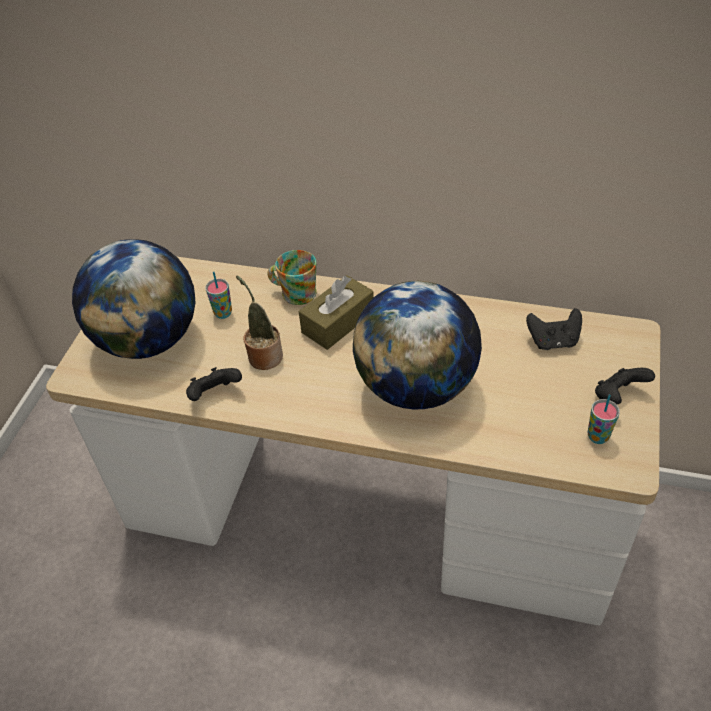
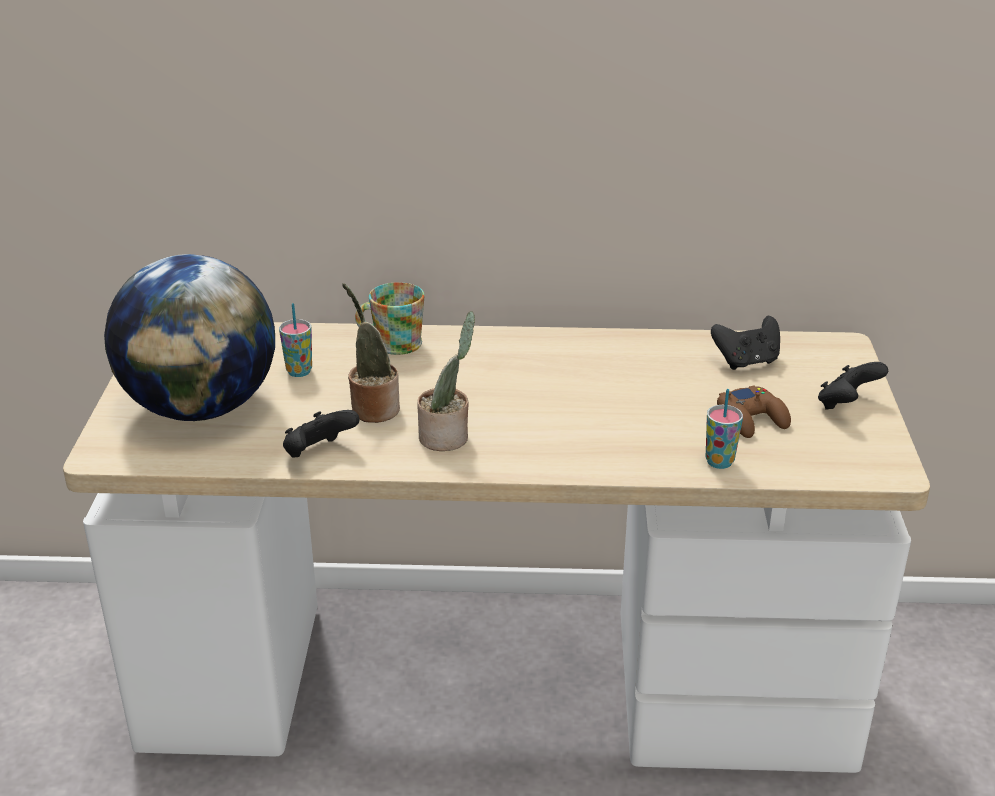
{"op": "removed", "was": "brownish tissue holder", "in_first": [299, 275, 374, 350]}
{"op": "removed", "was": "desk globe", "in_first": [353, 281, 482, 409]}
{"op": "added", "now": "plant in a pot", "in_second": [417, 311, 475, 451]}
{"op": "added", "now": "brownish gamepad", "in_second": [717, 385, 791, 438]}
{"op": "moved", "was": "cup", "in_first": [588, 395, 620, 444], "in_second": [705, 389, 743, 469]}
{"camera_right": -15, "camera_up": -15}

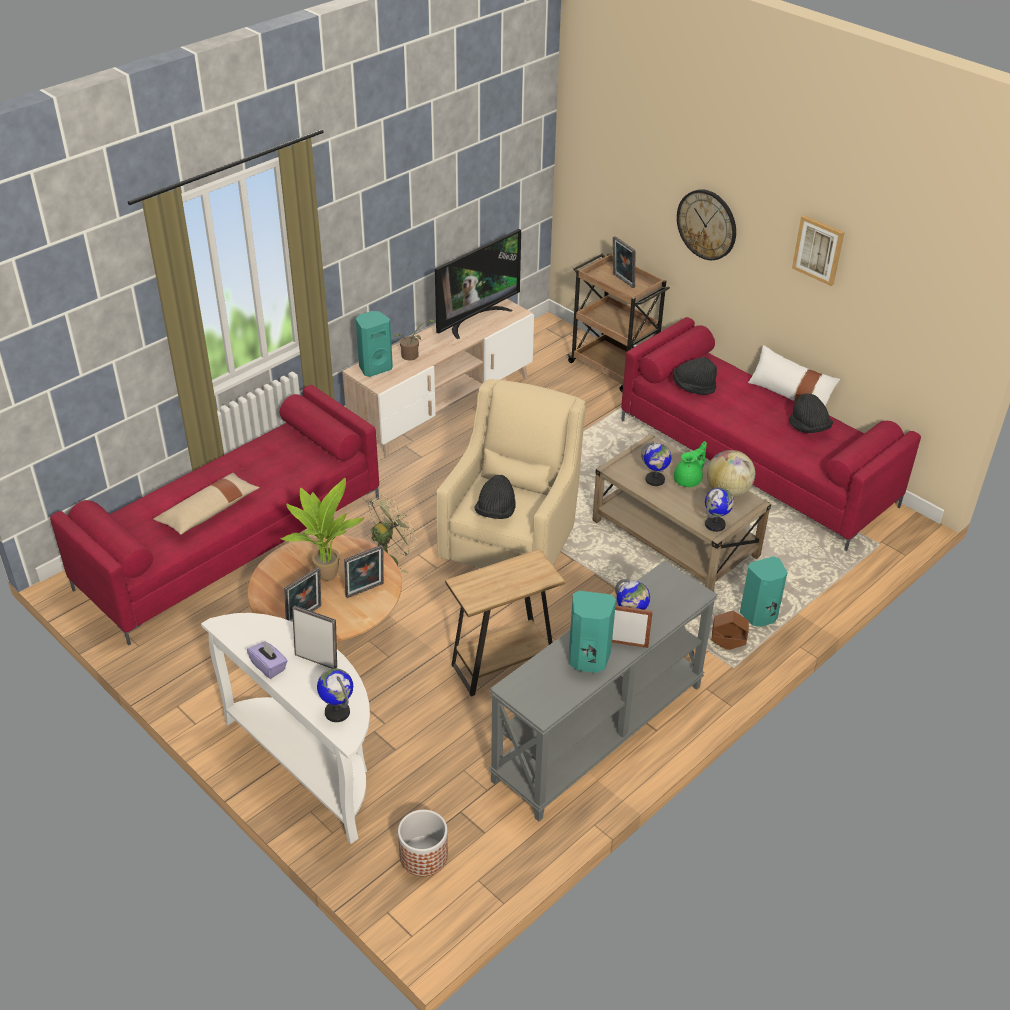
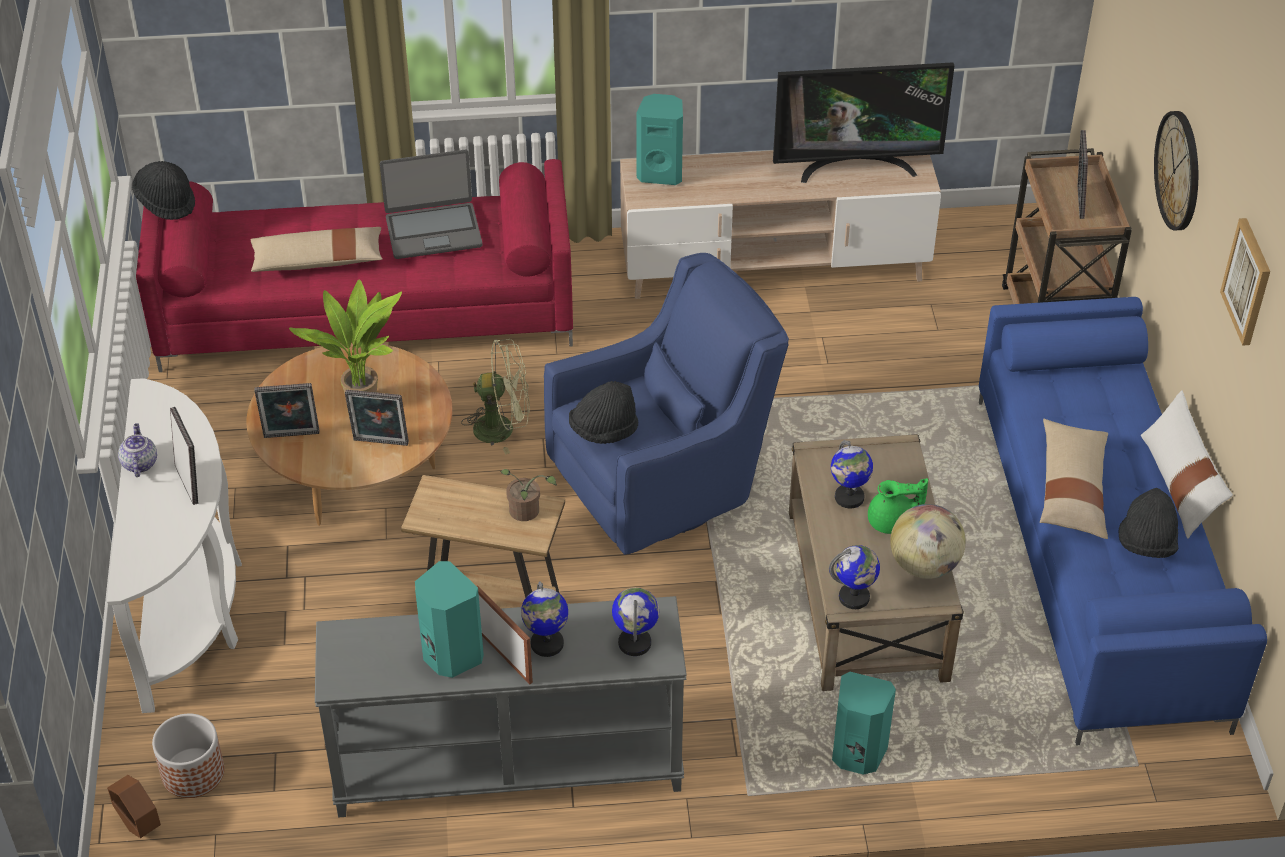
{"op": "added", "now": "laptop", "in_second": [380, 150, 482, 259]}
{"op": "added", "now": "beige-coloured throw pillow", "in_second": [1040, 419, 1108, 539]}
{"op": "moved", "was": "desk globe", "in_first": [317, 668, 353, 722], "in_second": [612, 587, 659, 656]}
{"op": "moved", "was": "plant in a pot", "in_first": [394, 319, 436, 360], "in_second": [500, 469, 557, 521]}
{"op": "moved", "was": "blackish clothing hat", "in_first": [673, 357, 717, 395], "in_second": [132, 161, 195, 220]}
{"op": "moved", "was": "brownish plant pot", "in_first": [712, 611, 749, 650], "in_second": [107, 775, 161, 838]}
{"op": "replaced", "was": "purple-coloured tissue holder", "now": "teapot", "in_first": [247, 641, 288, 679], "in_second": [118, 423, 157, 477]}
{"op": "recoloured", "was": "beige-coloured lounge chair", "now": "bluish lounge chair", "in_first": [436, 379, 586, 568], "in_second": [544, 253, 789, 555]}
{"op": "recoloured", "was": "red-coloured couch", "now": "bluish couch", "in_first": [621, 317, 921, 551], "in_second": [979, 297, 1267, 745]}
{"camera_right": 40, "camera_up": 5}

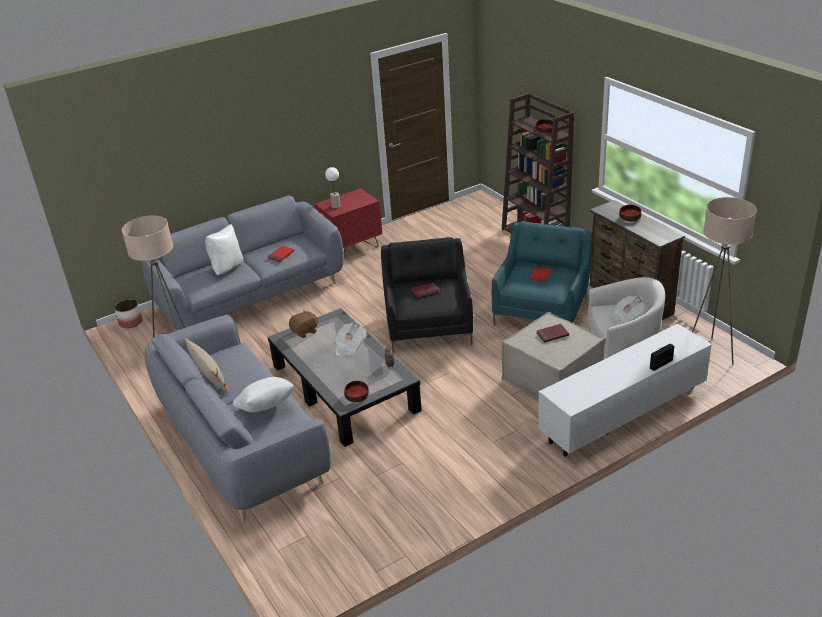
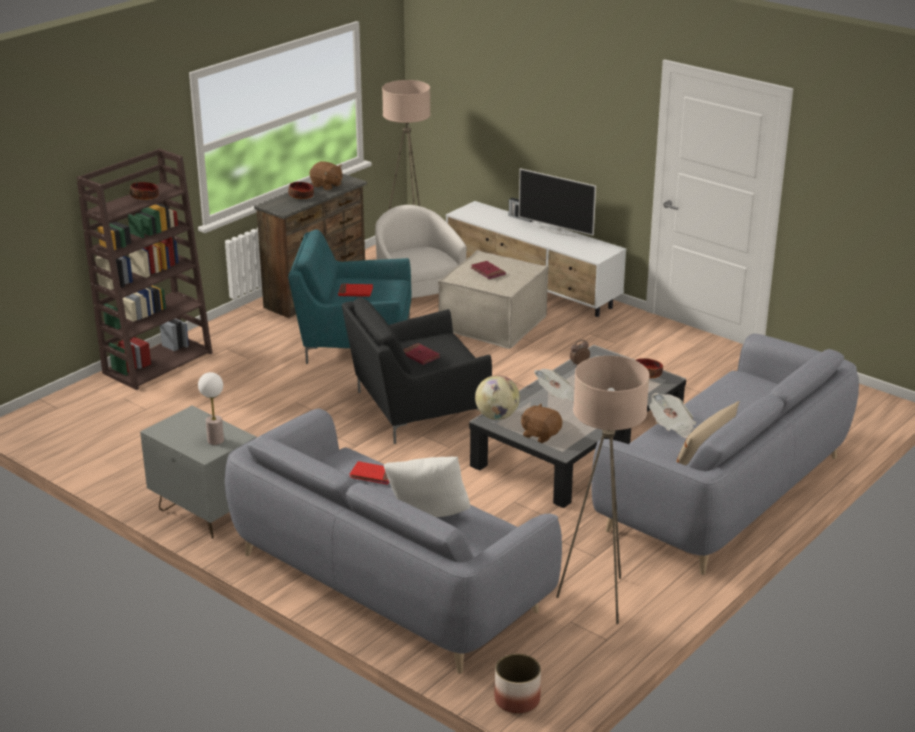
{"op": "removed", "was": "whitish throw pillow", "in_first": [233, 377, 294, 412]}
{"op": "added", "now": "brownish plush toy", "in_second": [310, 161, 343, 190]}
{"op": "added", "now": "desk globe", "in_second": [475, 375, 520, 420]}
{"op": "added", "now": "TV set", "in_second": [519, 168, 596, 237]}
{"op": "moved", "was": "printed paper", "in_first": [609, 296, 645, 324], "in_second": [649, 393, 696, 438]}
{"op": "recoloured", "was": "red-coloured bedside table", "now": "grey bedside table", "in_first": [315, 188, 382, 253], "in_second": [140, 406, 257, 539]}
{"camera_right": -110, "camera_up": -5}

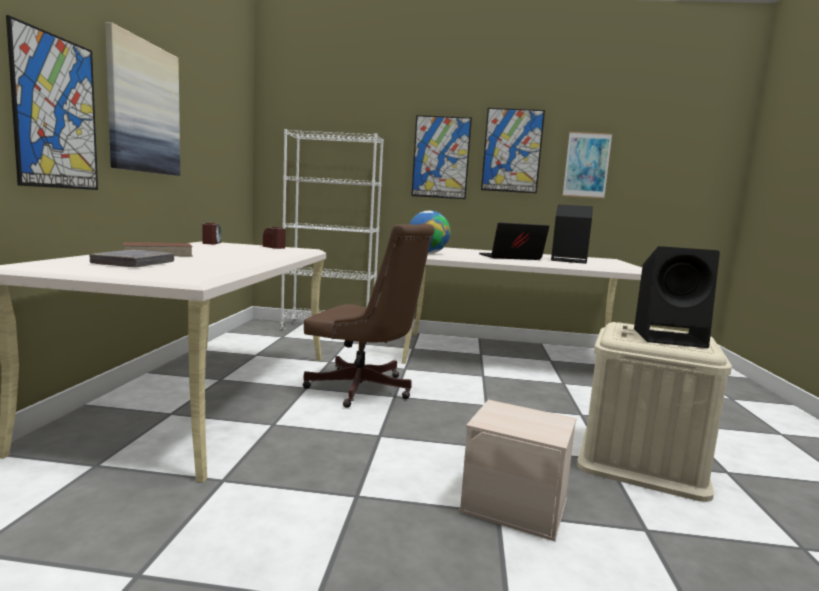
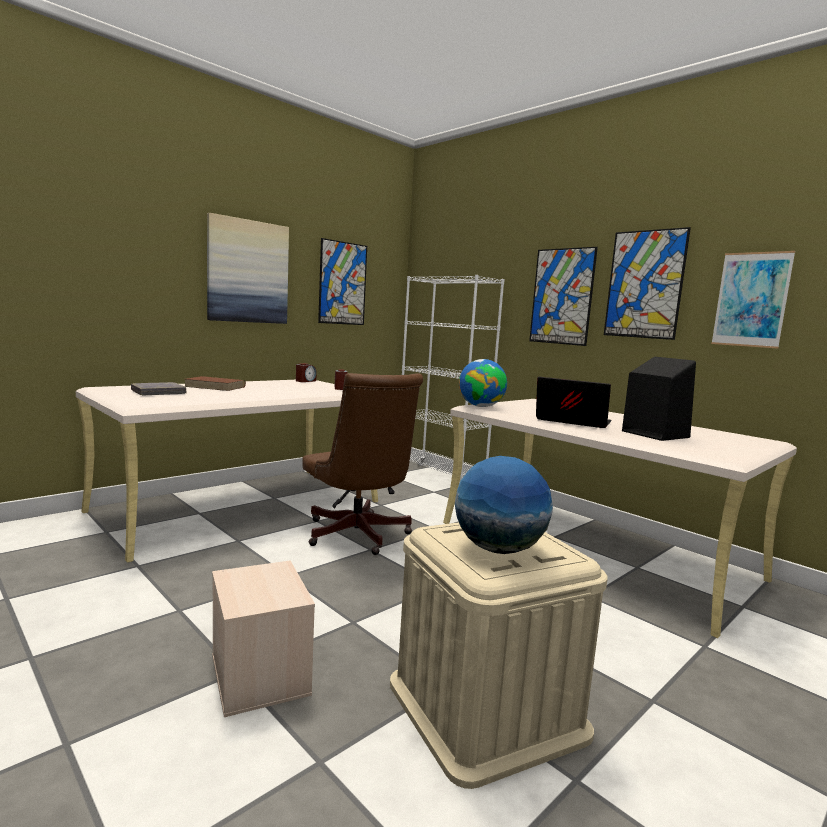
{"op": "moved", "was": "wall picture", "in_first": [6, 15, 98, 190], "in_second": [318, 238, 367, 325]}
{"op": "replaced", "was": "blackish speaker", "now": "desk globe", "in_first": [634, 246, 720, 348], "in_second": [455, 456, 553, 554]}
{"camera_right": 40, "camera_up": 0}

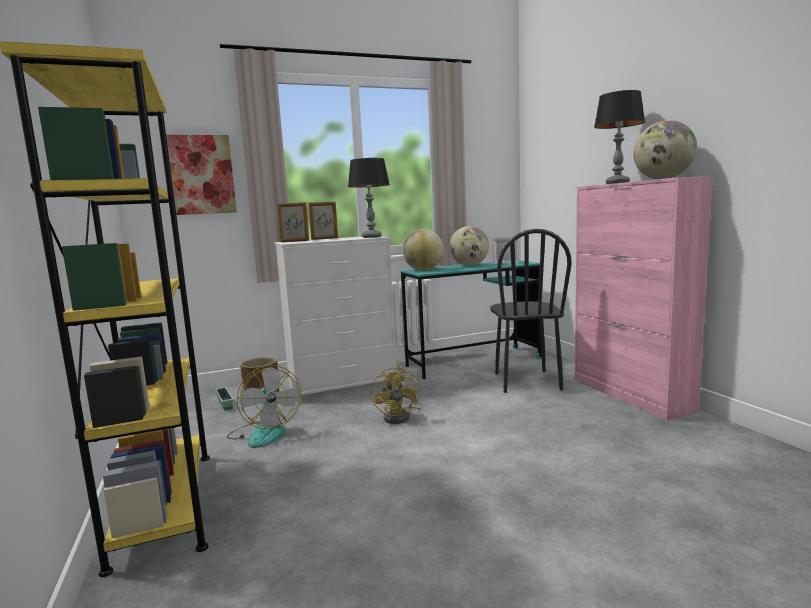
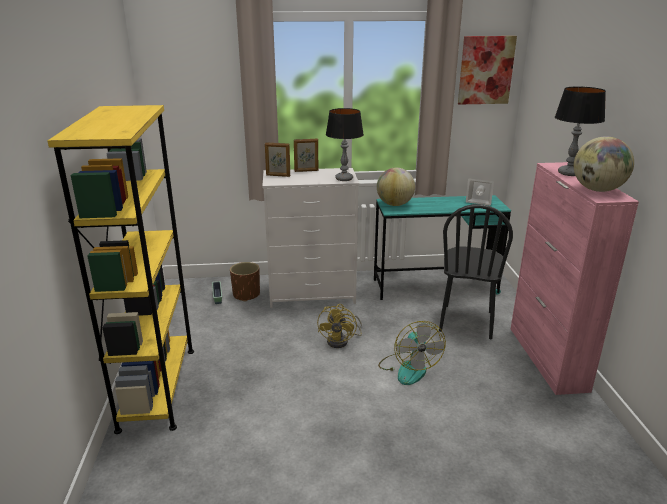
{"op": "removed", "was": "desk globe", "in_first": [449, 226, 489, 266]}
{"op": "moved", "was": "wall picture", "in_first": [166, 135, 237, 215], "in_second": [458, 36, 517, 104]}
{"op": "moved", "was": "electric fan", "in_first": [227, 365, 302, 448], "in_second": [378, 321, 446, 385]}
{"camera_right": 15, "camera_up": 15}

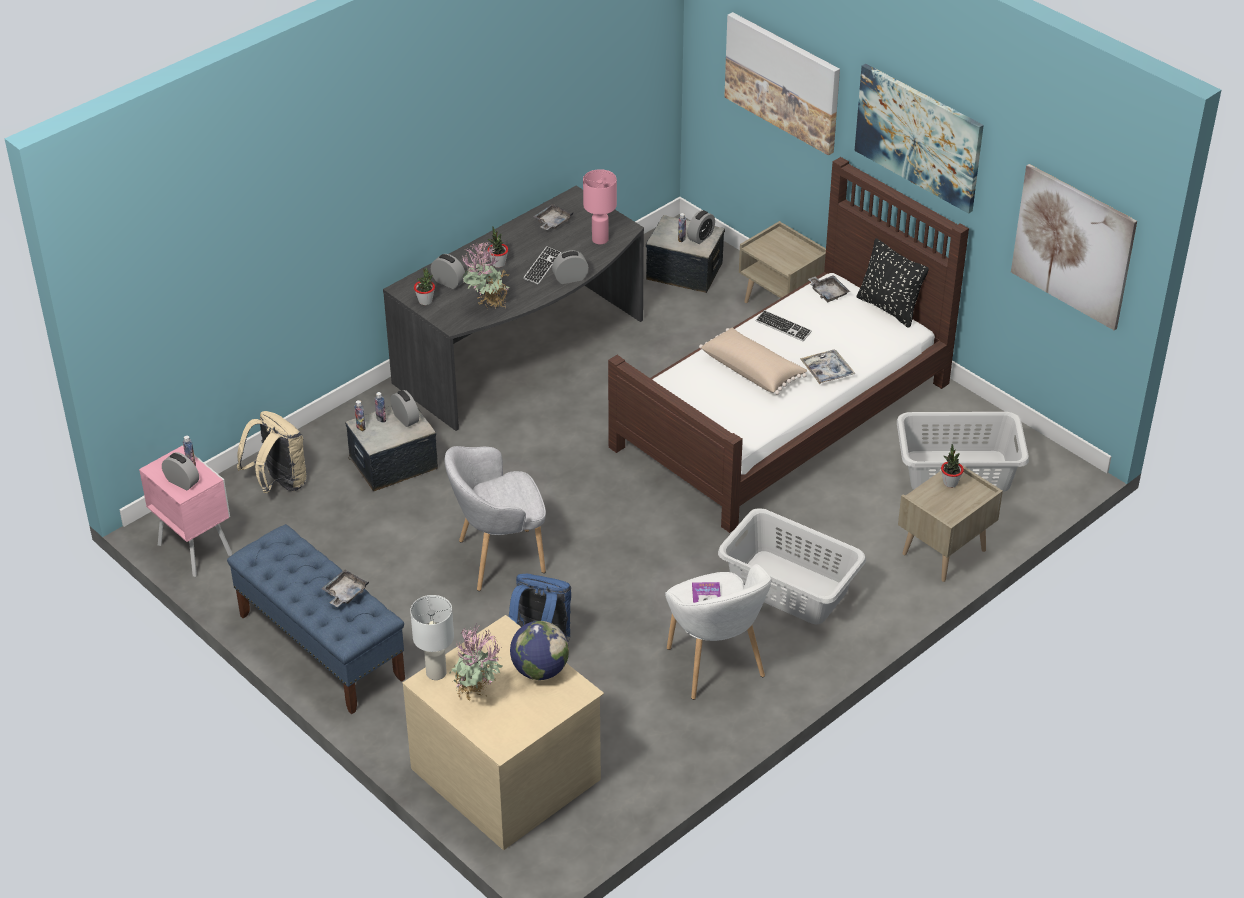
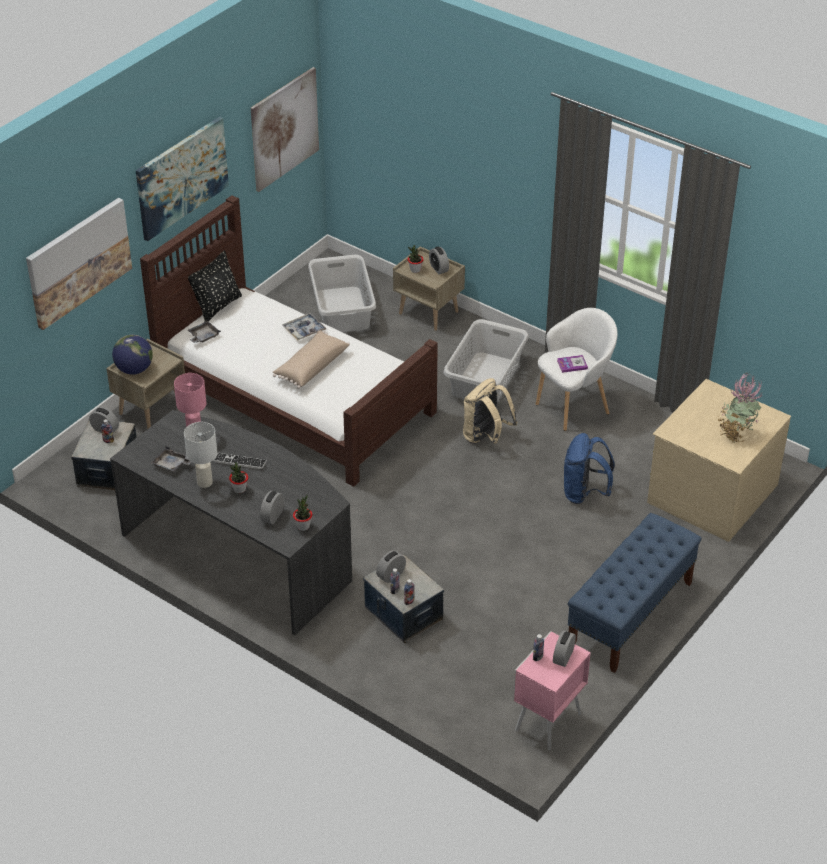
{"op": "removed", "was": "grey serving tray", "in_first": [321, 570, 369, 607]}
{"op": "removed", "was": "grey lounge chair", "in_first": [445, 446, 546, 591]}
{"op": "removed", "was": "plant in a pot", "in_first": [462, 241, 510, 311]}
{"op": "removed", "was": "PC keyboard", "in_first": [756, 310, 812, 341]}
{"op": "moved", "was": "beige-coloured backpack", "in_first": [237, 411, 306, 493], "in_second": [463, 378, 517, 444]}
{"op": "moved", "was": "whitish lamp for a table", "in_first": [410, 595, 454, 680], "in_second": [184, 422, 217, 488]}
{"op": "moved", "was": "desk globe", "in_first": [510, 621, 569, 680], "in_second": [112, 335, 153, 375]}
{"op": "moved", "was": "alarm clock", "in_first": [552, 250, 589, 284], "in_second": [429, 247, 449, 274]}
{"camera_right": -100, "camera_up": 0}

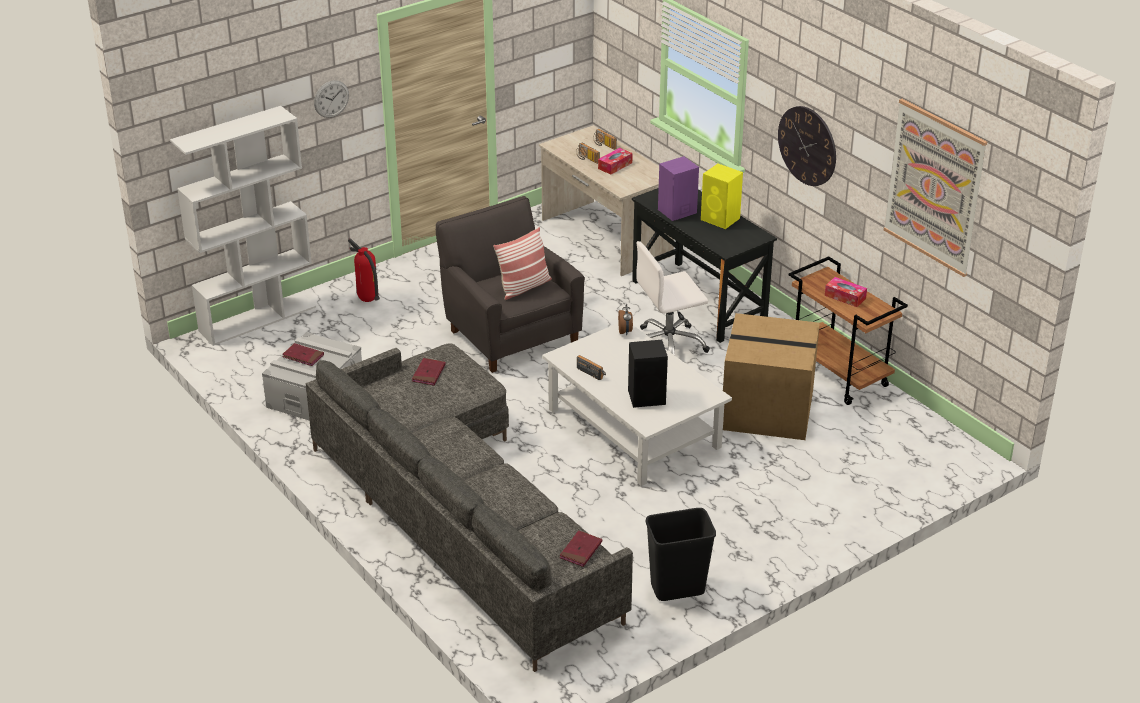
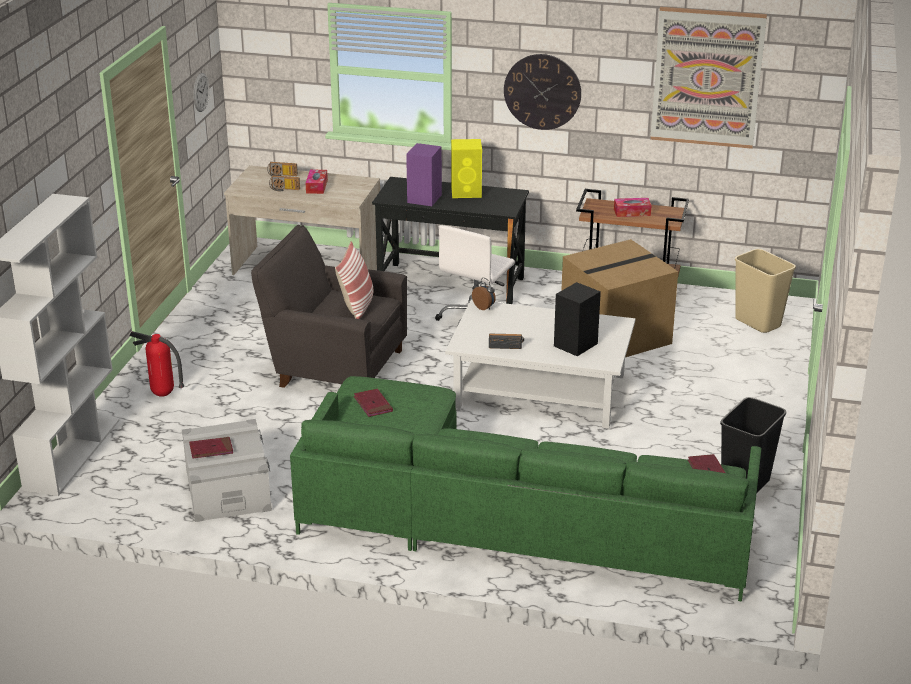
{"op": "added", "now": "beige-coloured trash can", "in_second": [735, 249, 796, 333]}
{"op": "moved", "was": "hanging clock", "in_first": [314, 80, 349, 118], "in_second": [193, 73, 210, 112]}
{"op": "recoloured", "was": "grey couch", "now": "greenish couch", "in_first": [306, 343, 633, 672], "in_second": [290, 376, 761, 602]}
{"camera_right": -40, "camera_up": -5}

